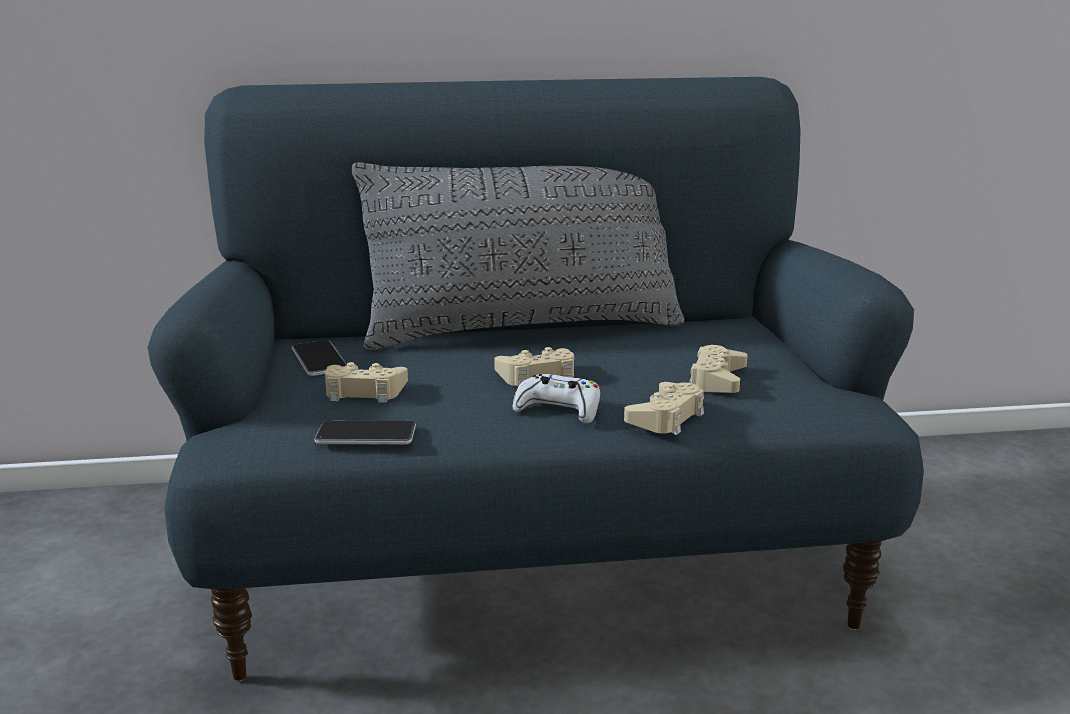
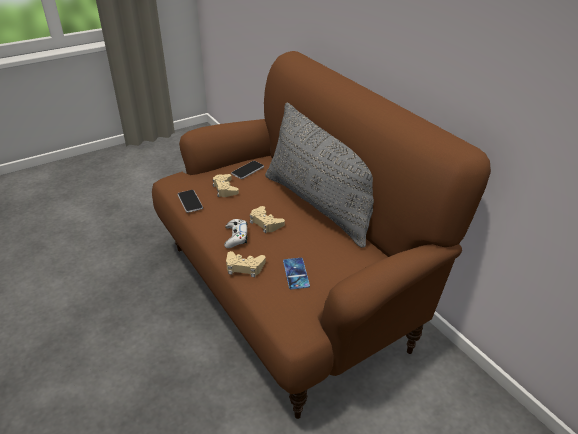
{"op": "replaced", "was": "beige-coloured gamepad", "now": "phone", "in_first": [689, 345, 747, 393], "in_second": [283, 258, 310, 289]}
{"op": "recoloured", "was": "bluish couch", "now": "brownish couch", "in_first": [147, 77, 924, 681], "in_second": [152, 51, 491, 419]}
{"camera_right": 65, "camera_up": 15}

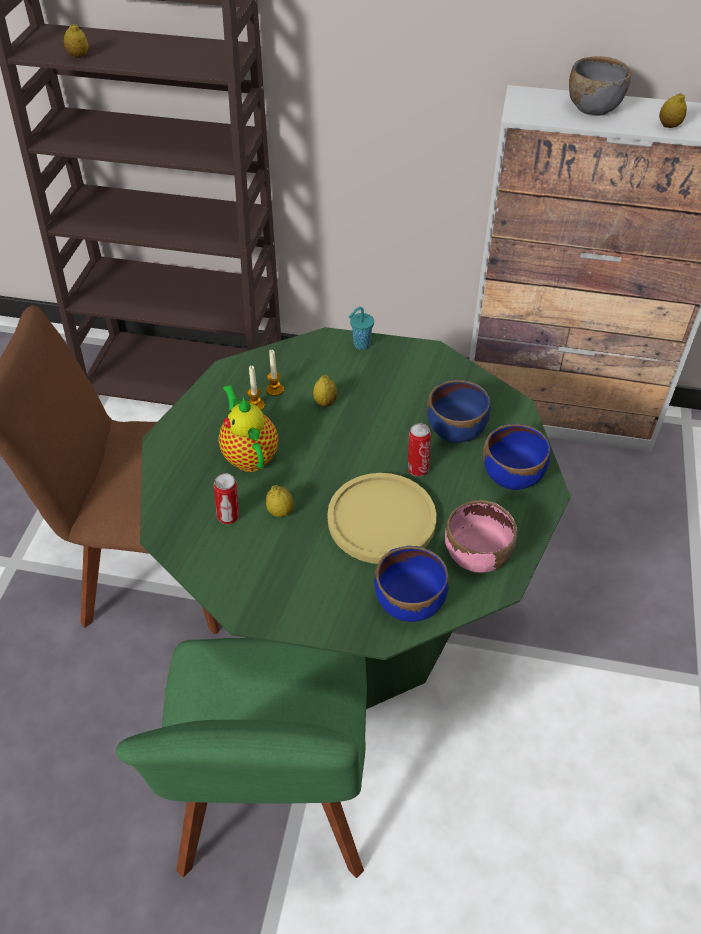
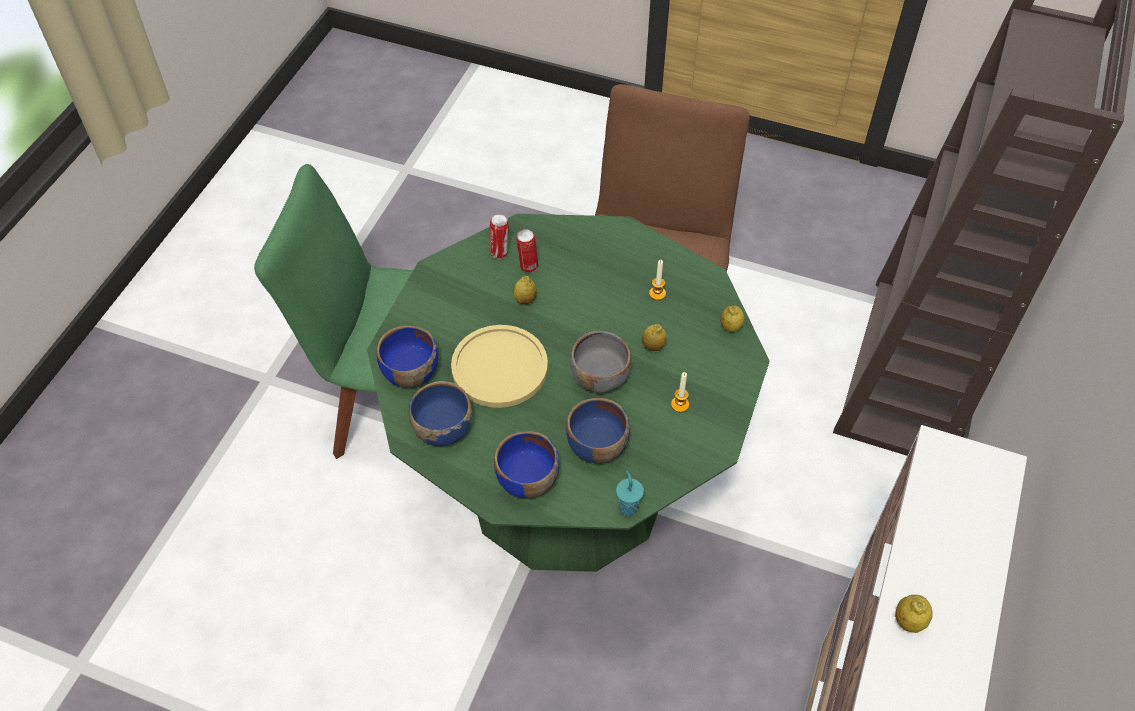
{"op": "removed", "was": "teapot", "in_first": [218, 385, 278, 472]}
{"op": "moved", "was": "whole lemon", "in_first": [64, 23, 88, 58], "in_second": [720, 305, 744, 332]}
{"op": "moved", "was": "wax candle", "in_first": [266, 350, 284, 396], "in_second": [671, 372, 689, 412]}
{"op": "moved", "was": "turquoise cup", "in_first": [349, 307, 374, 350], "in_second": [616, 471, 644, 516]}
{"op": "moved", "was": "metal can", "in_first": [408, 423, 431, 476], "in_second": [490, 214, 509, 259]}
{"op": "moved", "was": "grey bowl", "in_first": [569, 56, 631, 116], "in_second": [570, 331, 631, 393]}
{"op": "recoloured", "was": "pinkish bowl", "now": "bluish bowl", "in_first": [445, 500, 517, 573], "in_second": [409, 381, 473, 446]}
{"camera_right": 100, "camera_up": 5}

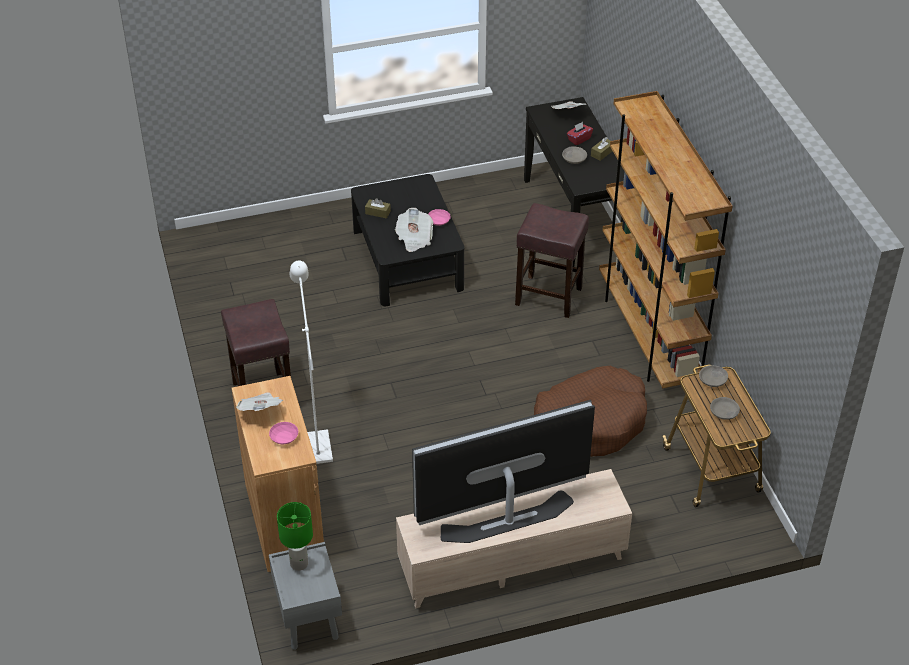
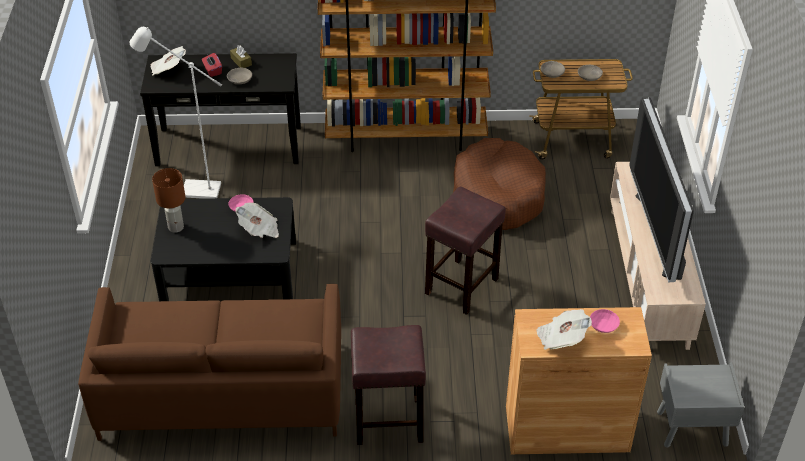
{"op": "removed", "was": "greenish lamp for a table", "in_first": [277, 502, 313, 571]}
{"op": "removed", "was": "brownish tissue holder", "in_first": [365, 198, 391, 219]}
{"op": "added", "now": "brownish couch", "in_second": [78, 284, 341, 441]}
{"op": "added", "now": "brownish lamp for a table", "in_second": [152, 168, 186, 233]}
{"op": "moved", "was": "whitish floor lamp", "in_first": [290, 261, 333, 464], "in_second": [129, 27, 222, 199]}
{"op": "moved", "was": "brownish stool seat", "in_first": [515, 203, 589, 318], "in_second": [425, 187, 506, 315]}
{"camera_right": -75, "camera_up": 0}

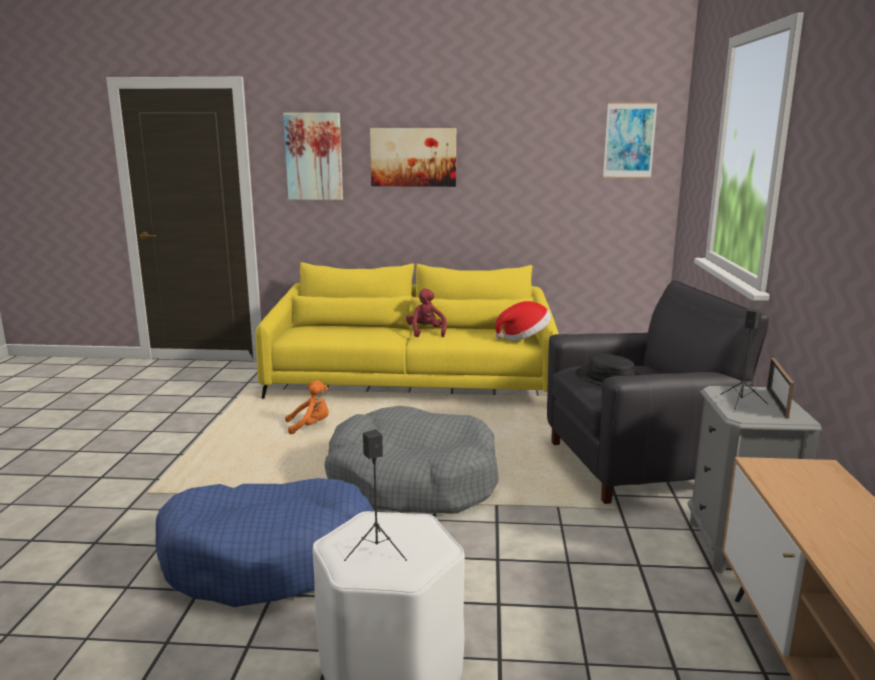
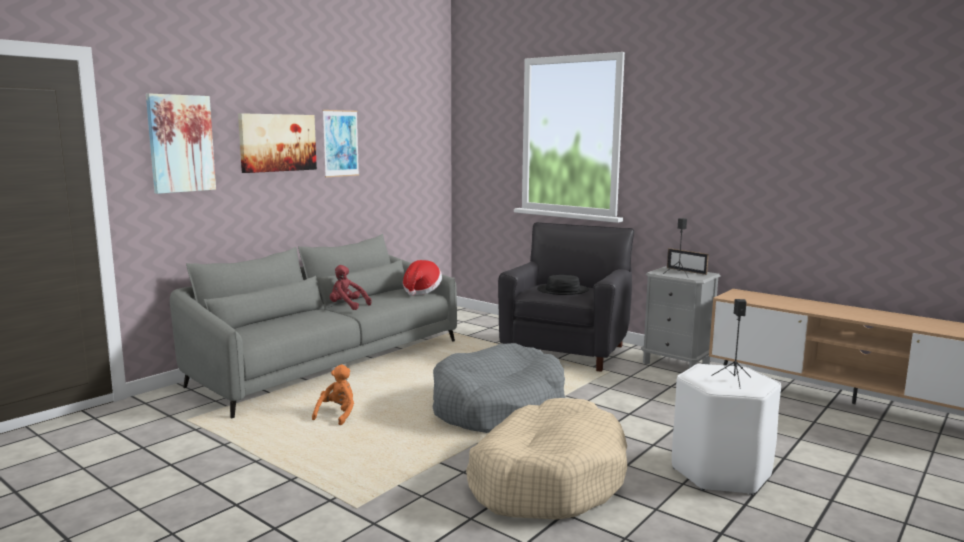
{"op": "moved", "was": "wall picture", "in_first": [603, 102, 658, 178], "in_second": [322, 110, 359, 177]}
{"op": "recoloured", "was": "bluish dog cushion", "now": "beige-coloured dog cushion", "in_first": [156, 478, 374, 607], "in_second": [466, 398, 627, 520]}
{"op": "recoloured", "was": "yellowish couch", "now": "grey couch", "in_first": [255, 262, 558, 399], "in_second": [170, 234, 457, 418]}
{"camera_right": -55, "camera_up": -5}

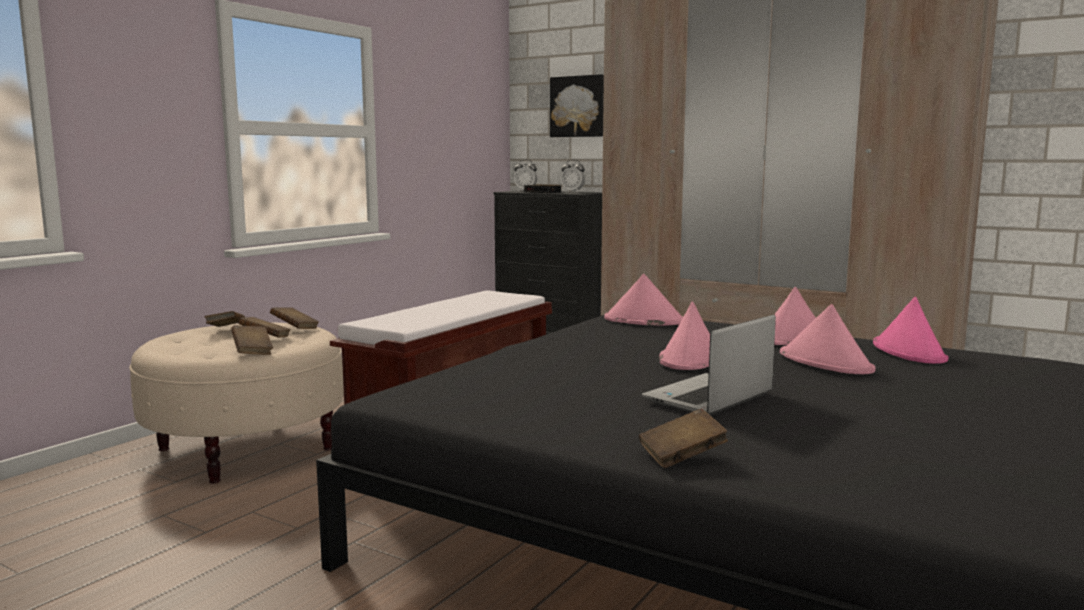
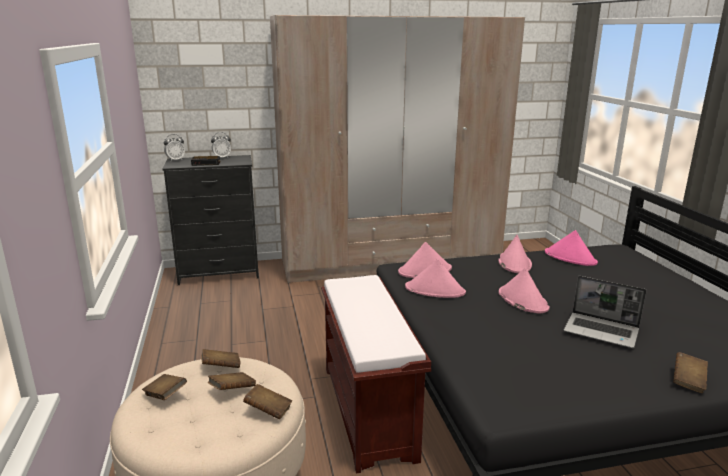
{"op": "removed", "was": "wall picture", "in_first": [550, 74, 604, 137]}
{"op": "moved", "was": "pinkish clothing hat", "in_first": [780, 304, 876, 374], "in_second": [405, 259, 466, 298]}
{"op": "turned", "was": "laptop", "in_first": [642, 315, 776, 416], "in_second": [564, 276, 647, 348], "clockwise": -60}
{"camera_right": -45, "camera_up": 10}

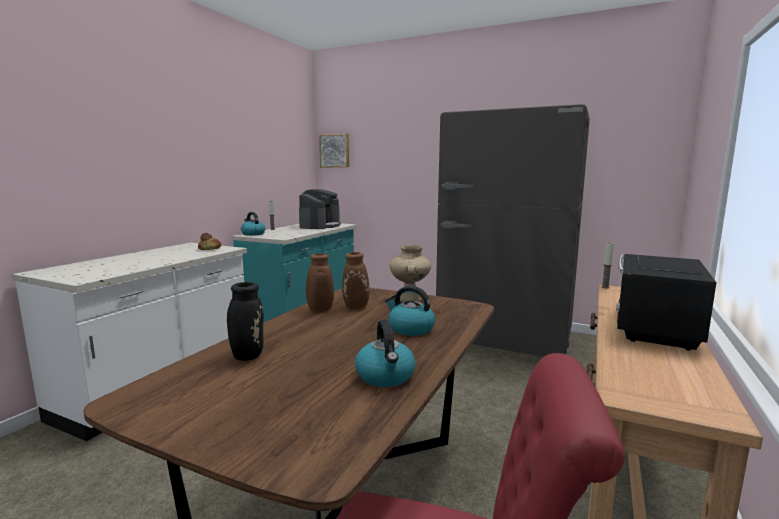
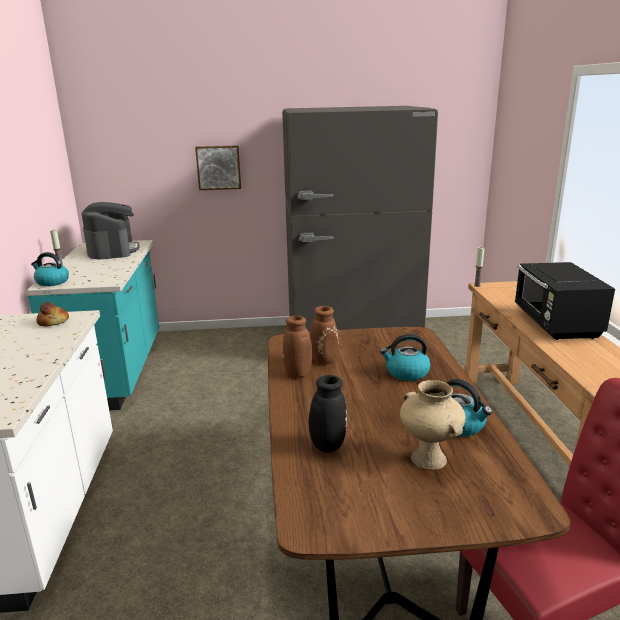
{"op": "moved", "was": "wall picture", "in_first": [319, 134, 349, 167], "in_second": [195, 145, 241, 190]}
{"op": "moved", "was": "beige-coloured flower vase", "in_first": [390, 245, 431, 302], "in_second": [400, 380, 466, 470]}
{"camera_right": -30, "camera_up": 10}

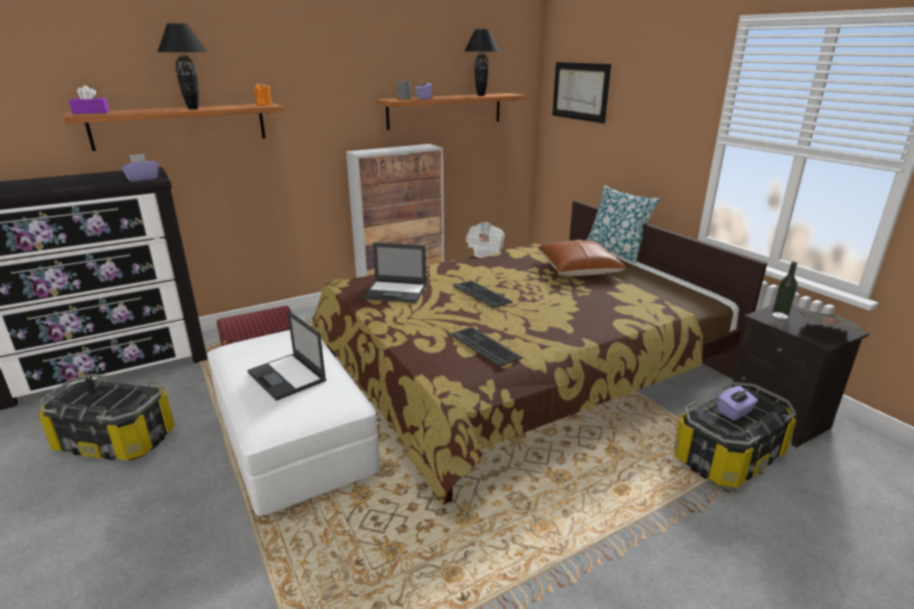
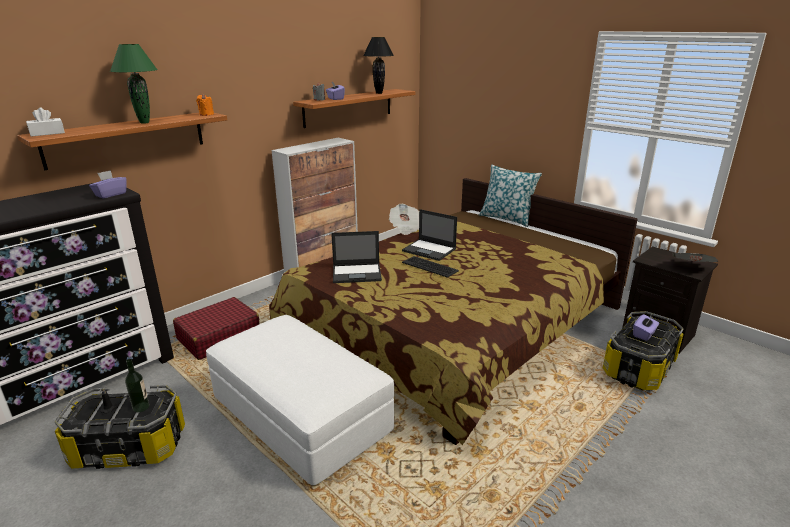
{"op": "removed", "was": "PC keyboard", "in_first": [450, 327, 522, 367]}
{"op": "removed", "was": "brownish throw pillow", "in_first": [538, 240, 626, 276]}
{"op": "removed", "was": "wall picture", "in_first": [552, 62, 611, 124]}
{"op": "moved", "was": "laptop", "in_first": [247, 311, 326, 401], "in_second": [402, 209, 457, 261]}
{"op": "moved", "was": "beverage bottle", "in_first": [772, 262, 798, 319], "in_second": [125, 359, 149, 412]}
{"op": "recoloured", "was": "purple-coloured tissue holder", "now": "whitish tissue holder", "in_first": [69, 85, 109, 114], "in_second": [26, 107, 65, 137]}
{"op": "recoloured", "was": "blackish lamp for a table", "now": "greenish lamp for a table", "in_first": [157, 23, 207, 109], "in_second": [110, 44, 158, 124]}
{"camera_right": -15, "camera_up": 0}

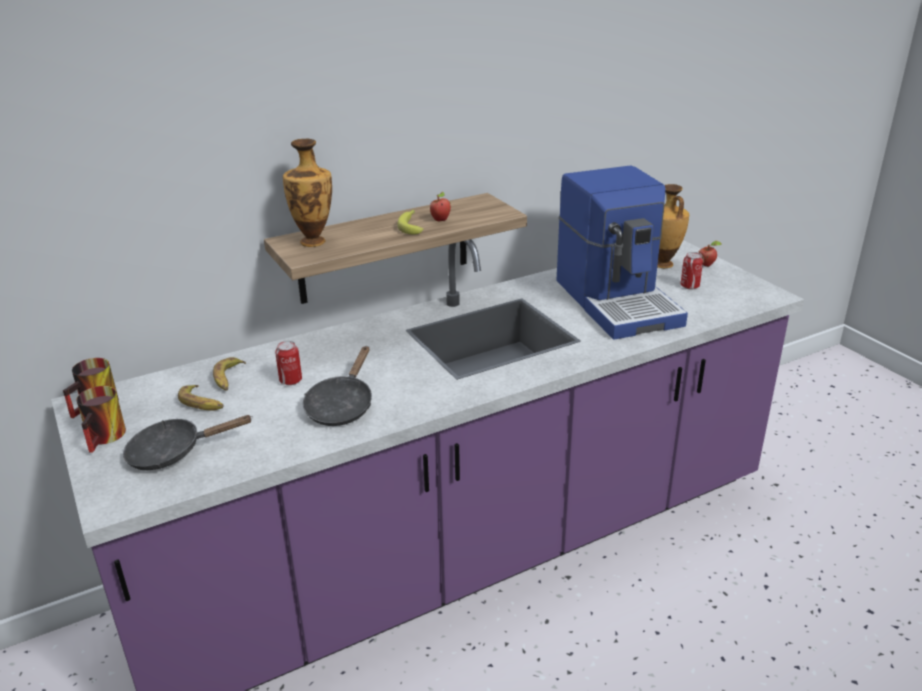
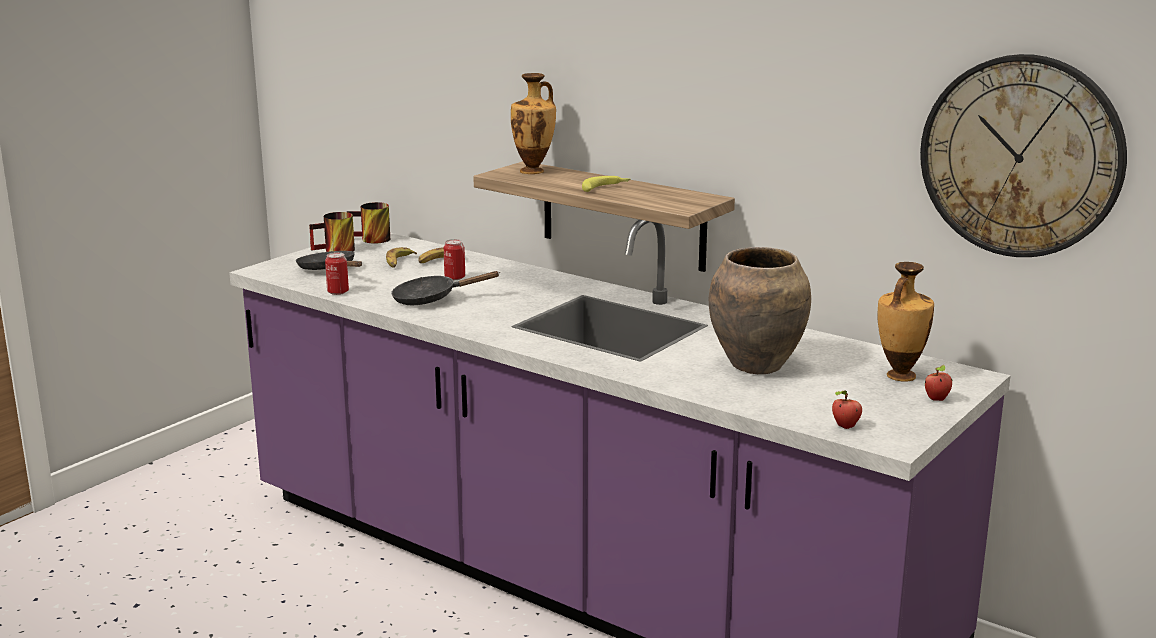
{"op": "added", "now": "hanging clock", "in_second": [920, 54, 1127, 257]}
{"op": "moved", "was": "apple fruit", "in_first": [430, 192, 451, 221], "in_second": [832, 390, 862, 429]}
{"op": "moved", "was": "metal can", "in_first": [681, 252, 703, 289], "in_second": [325, 252, 349, 295]}
{"op": "replaced", "was": "coffee maker", "now": "brownish flower vase", "in_first": [556, 165, 688, 340], "in_second": [709, 247, 811, 374]}
{"camera_right": 65, "camera_up": -10}

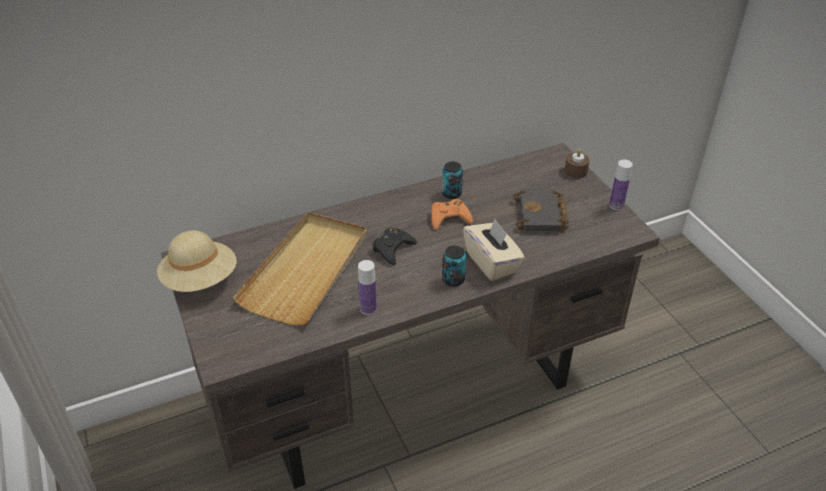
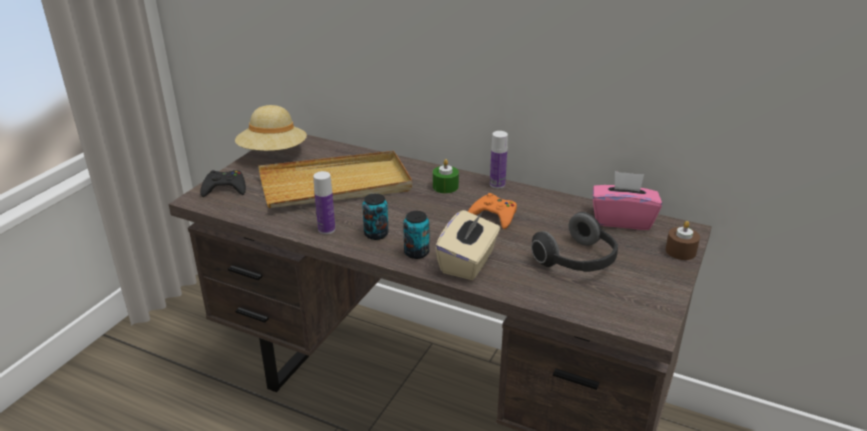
{"op": "added", "now": "greenish wax candle", "in_second": [433, 159, 459, 193]}
{"op": "added", "now": "pinkish tissue holder", "in_second": [593, 171, 662, 230]}
{"op": "moved", "was": "blackish gamepad", "in_first": [373, 228, 417, 265], "in_second": [200, 170, 246, 197]}
{"op": "moved", "was": "metal can", "in_first": [442, 161, 463, 199], "in_second": [362, 194, 389, 240]}
{"op": "moved", "was": "beverage bottle", "in_first": [609, 160, 633, 210], "in_second": [490, 131, 508, 189]}
{"op": "replaced", "was": "blackish bound book", "now": "headset", "in_first": [513, 190, 569, 233], "in_second": [531, 212, 618, 272]}
{"camera_right": 50, "camera_up": -10}

